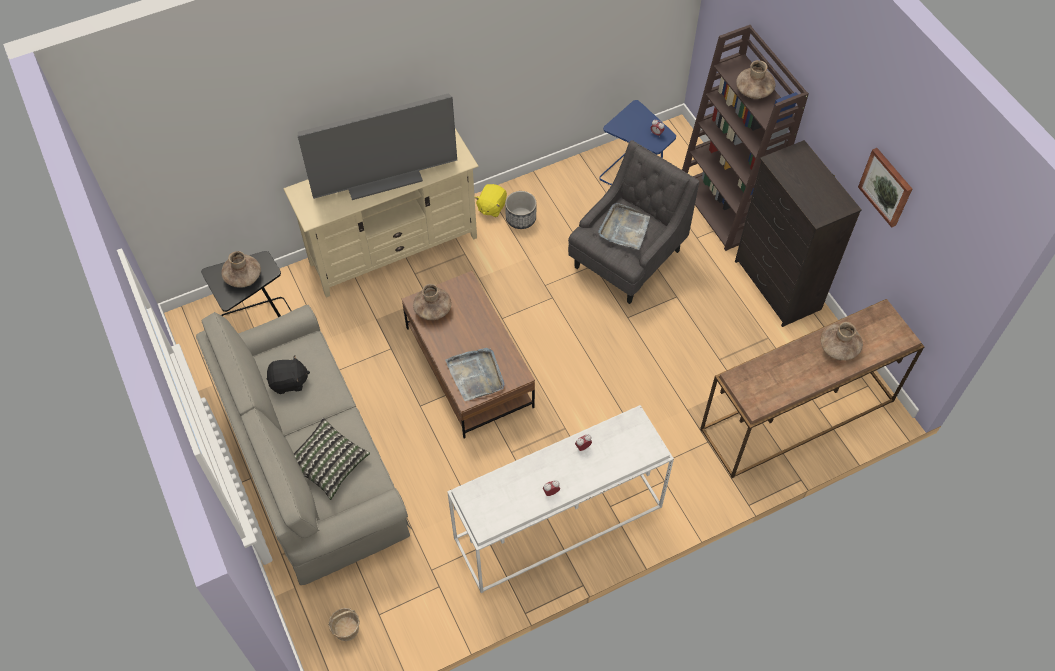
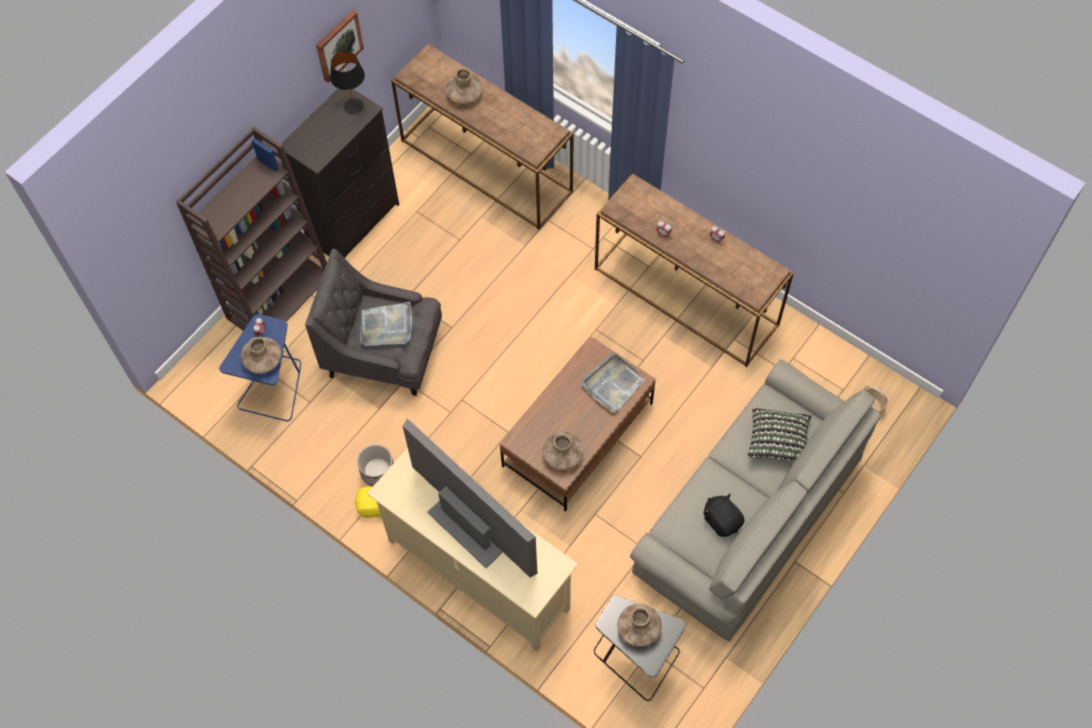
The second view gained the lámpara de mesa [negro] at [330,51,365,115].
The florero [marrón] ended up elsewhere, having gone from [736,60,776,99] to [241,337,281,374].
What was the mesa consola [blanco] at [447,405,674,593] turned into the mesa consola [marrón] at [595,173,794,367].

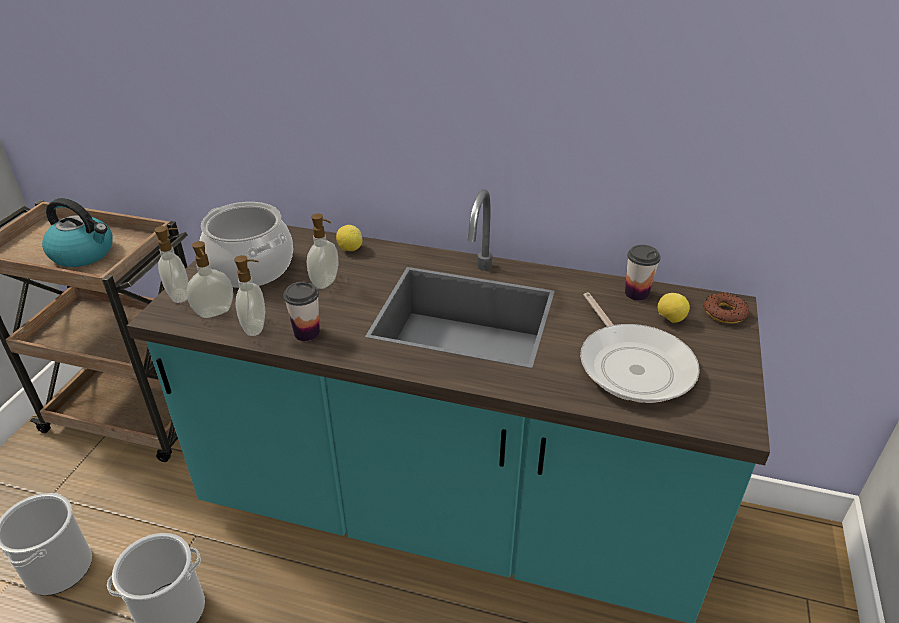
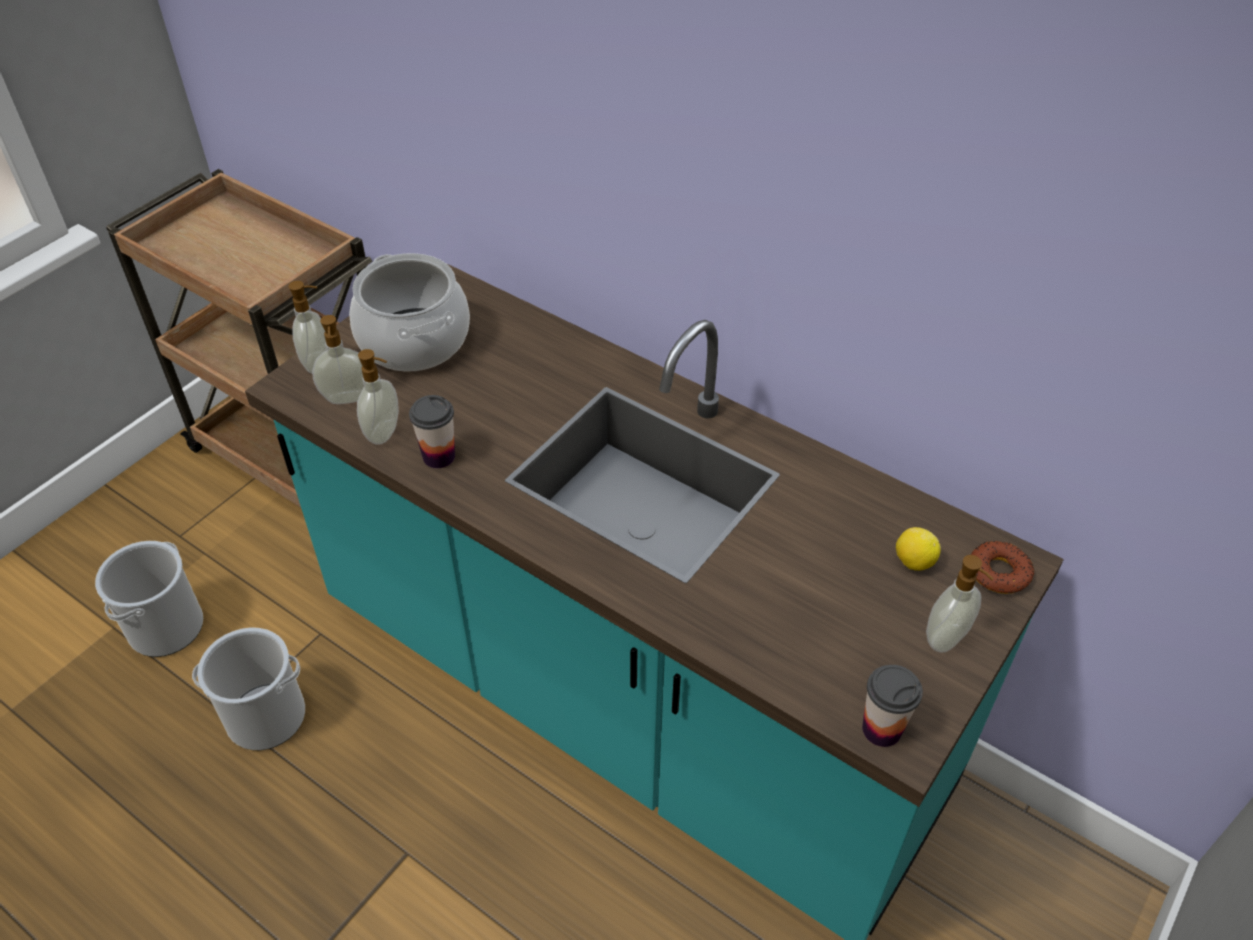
The second view lost the hervidor at [42,198,113,267].
The second view lost the limón at [336,225,362,251].
The second view lost the sartén at [580,293,700,403].
The dispensador de jabón ended up elsewhere, having gone from [307,213,338,289] to [926,555,994,653].
The taza ended up elsewhere, having gone from [625,245,661,301] to [862,665,923,747].

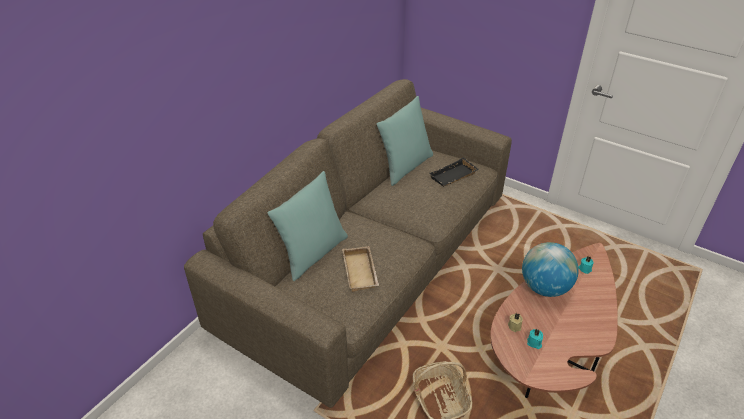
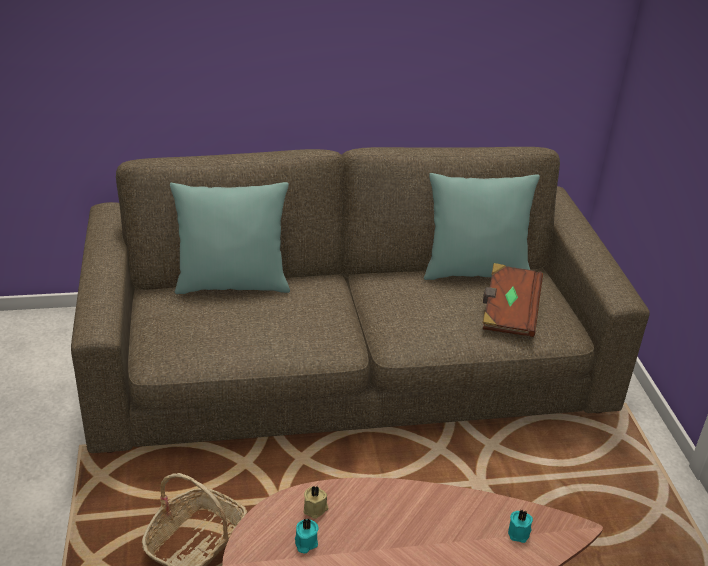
The second view lost the bandeja [beis] at [342,246,379,292].
The second view lost the globo terráqueo at [522,242,579,297].
Where the bandeja [negro] stood at [429,157,478,187], the libro [marrón] came to stand at [483,263,543,337].

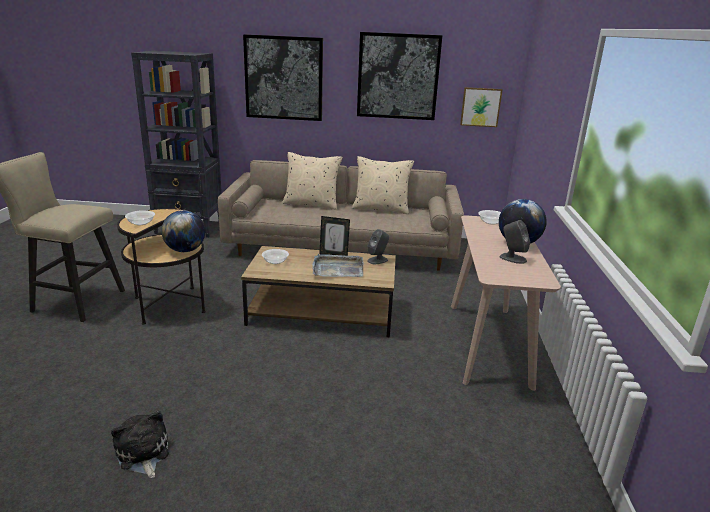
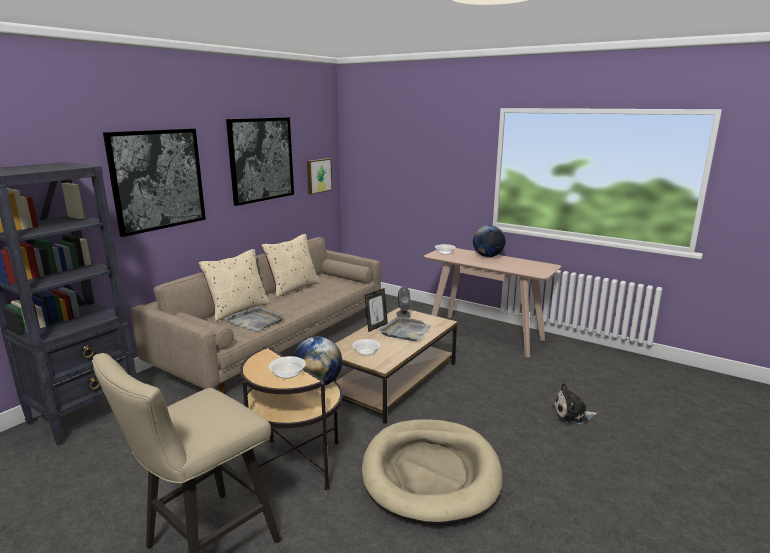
The second view lost the altavoz [gris] at [500,220,530,264].
The second view gained the bandeja [gris] at [225,306,284,331].
The second view gained the cama para perro [beis] at [362,419,503,525].
The peluche ended up elsewhere, having gone from [111,411,169,478] to [553,383,598,424].

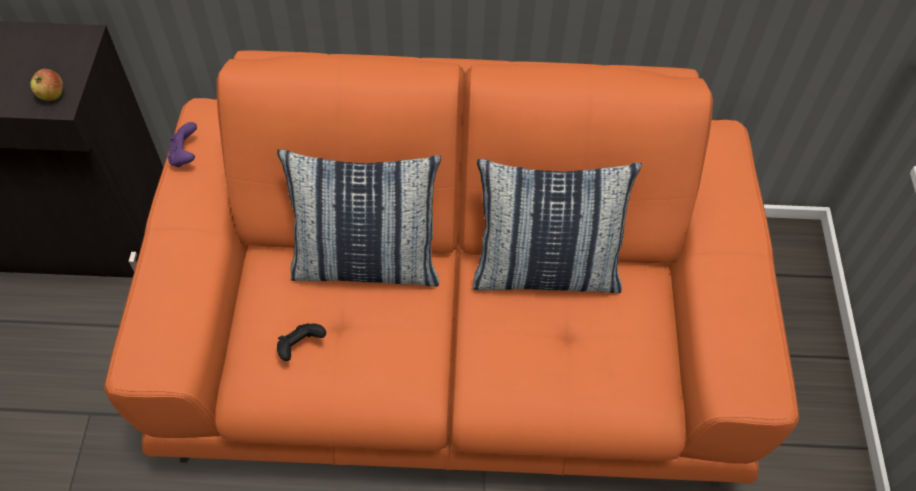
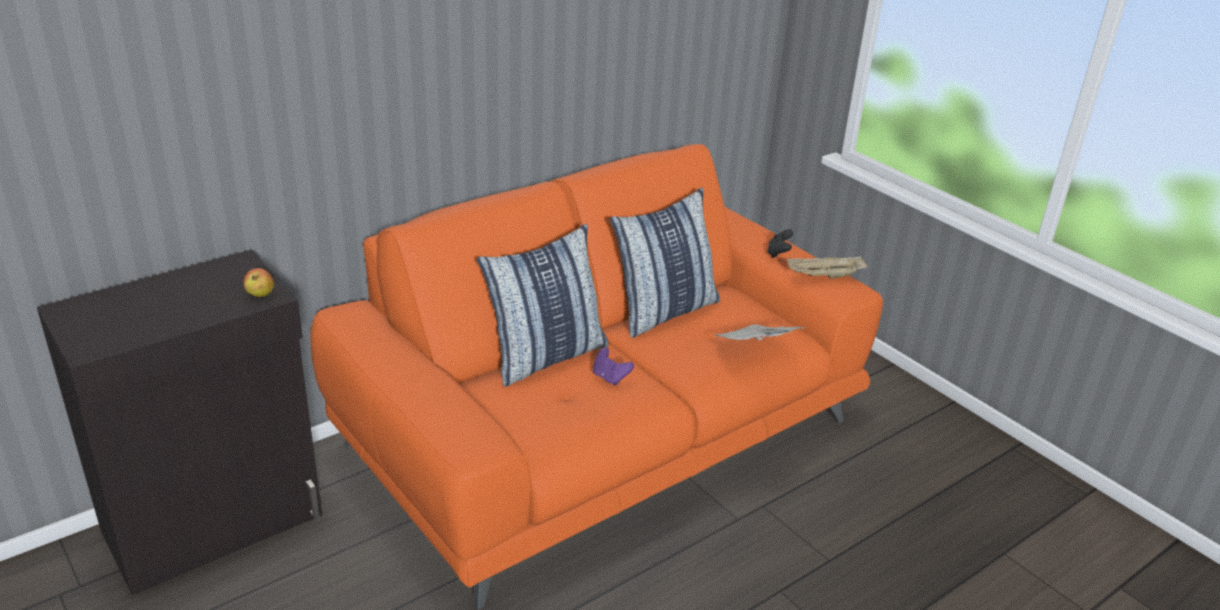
The second view gained the periódico at [715,324,804,341].
The second view gained the bandeja [beis] at [786,255,868,279].
The mando de consola [morado] ended up elsewhere, having gone from [168,122,197,167] to [593,347,634,386].
The mando de consola [negro] ended up elsewhere, having gone from [277,323,326,361] to [767,229,794,258].

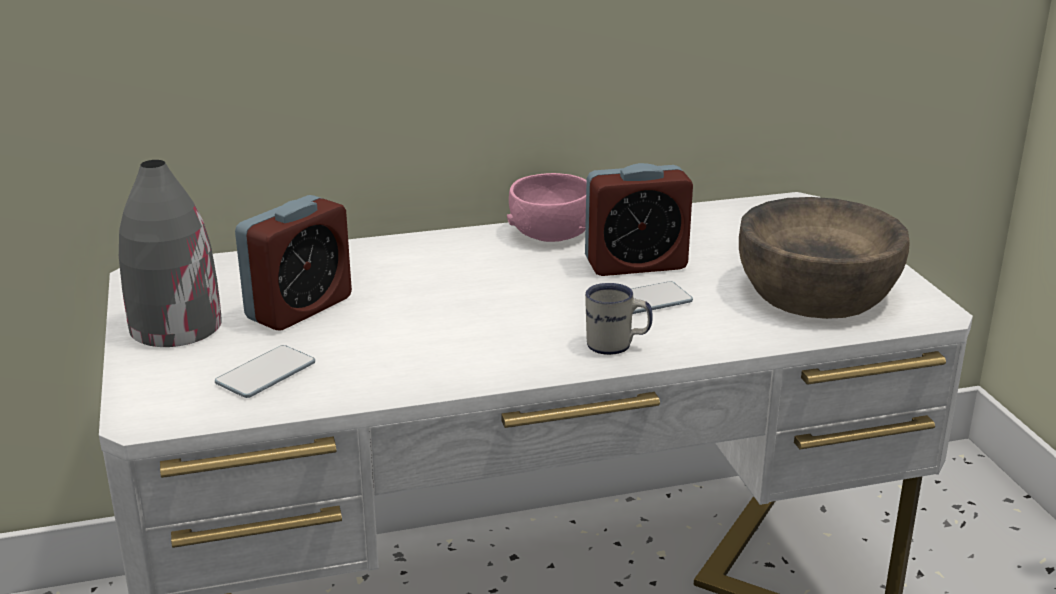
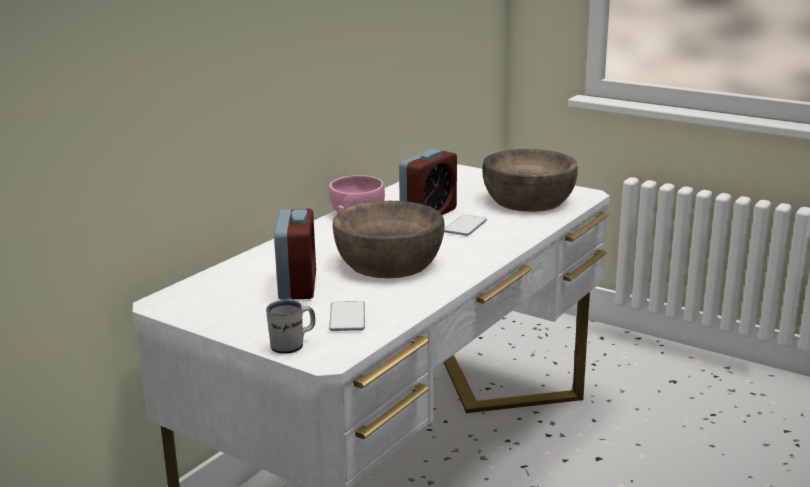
The second view lost the florero [gris] at [119,160,222,347].
The second view gained the cuenco [marrón] at [333,201,445,278].
The taza grande [blanco] ended up elsewhere, having gone from [585,283,653,355] to [266,300,315,354].

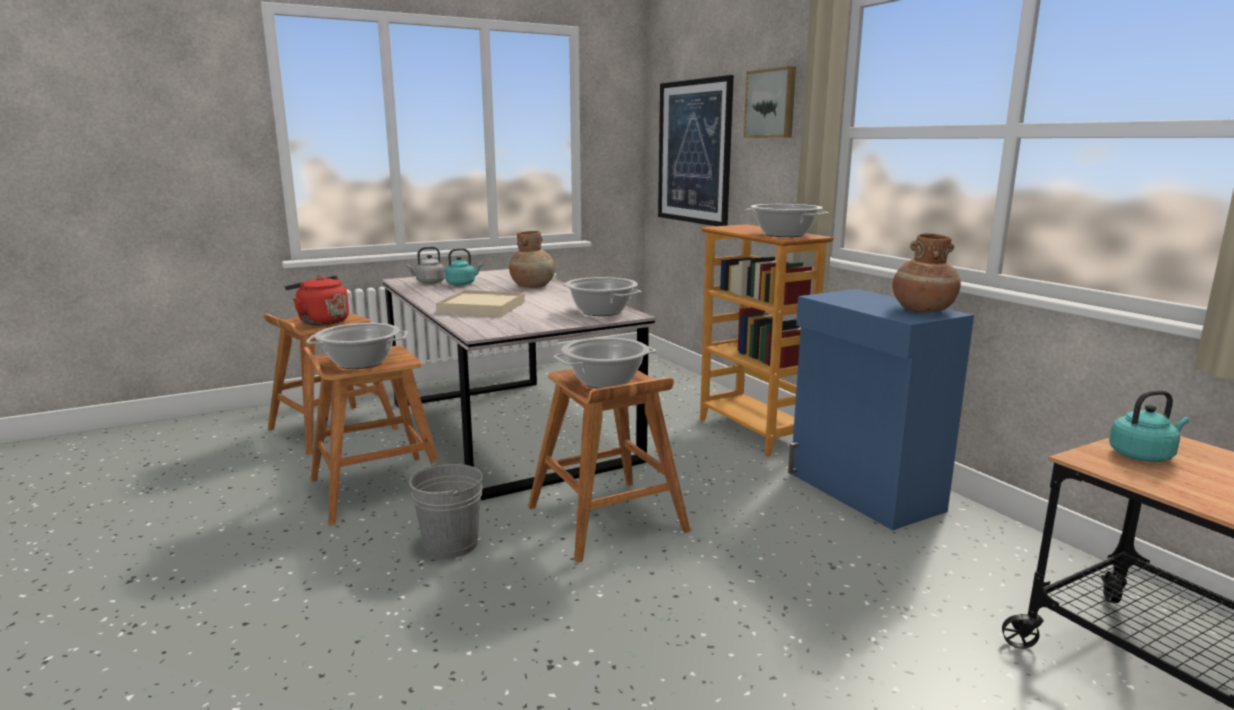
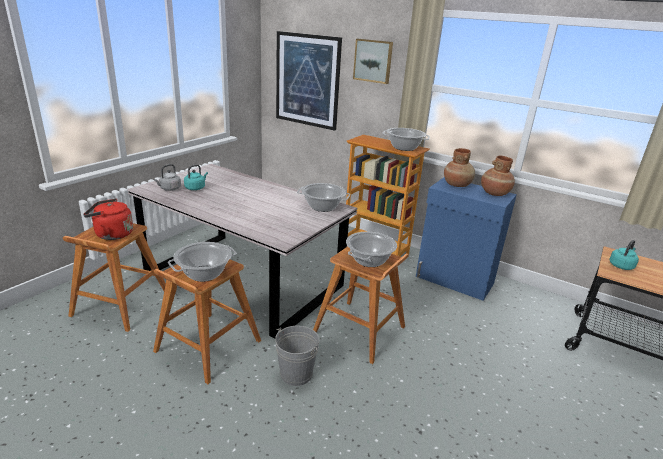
The second view lost the bandeja [beis] at [436,290,525,317].
The florero [marrón] ended up elsewhere, having gone from [509,231,555,288] to [444,148,475,187].

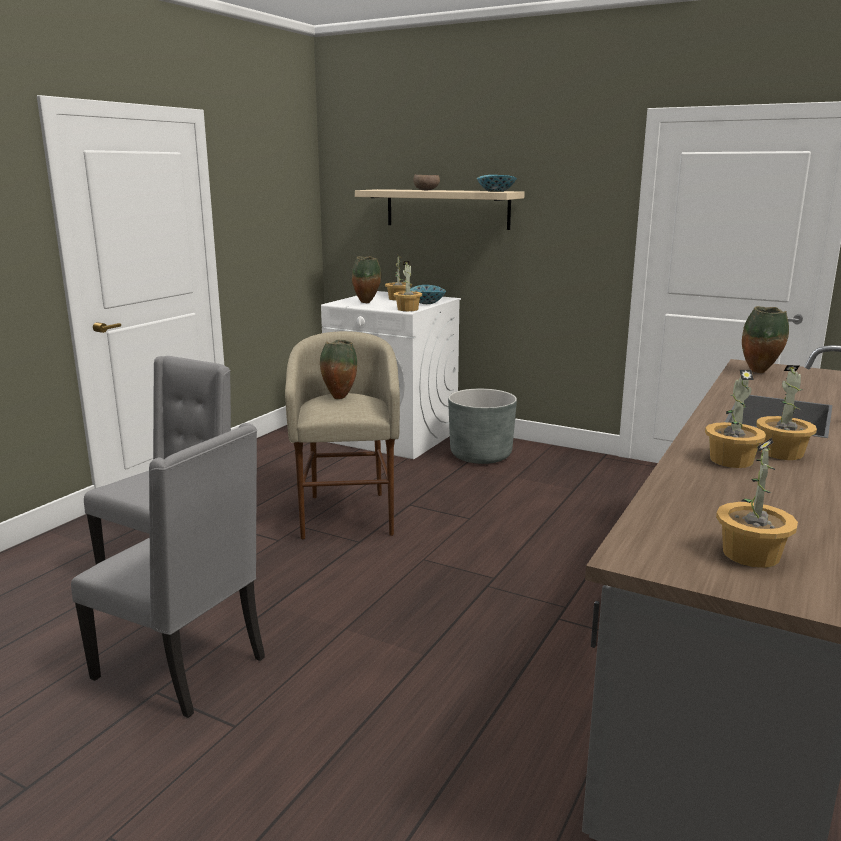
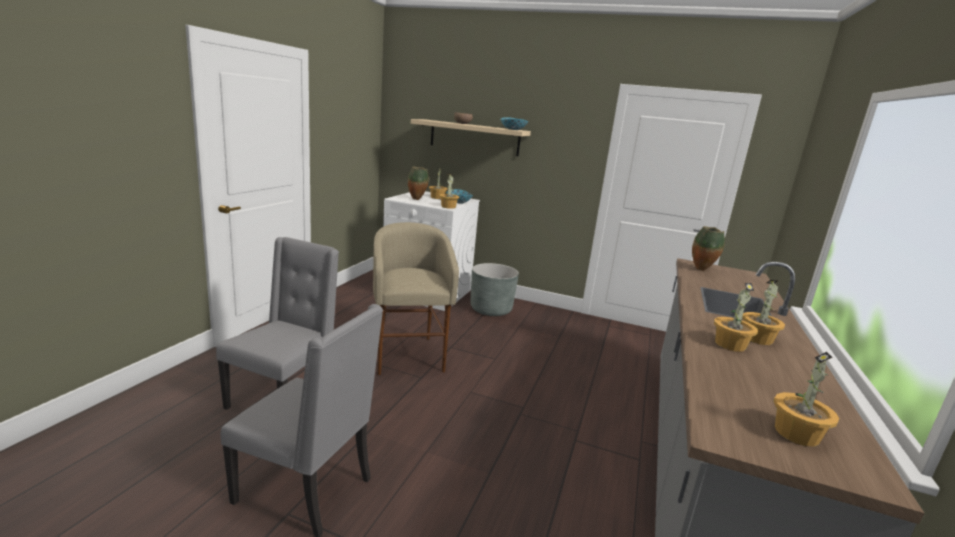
The second view lost the florero at [320,340,357,399].

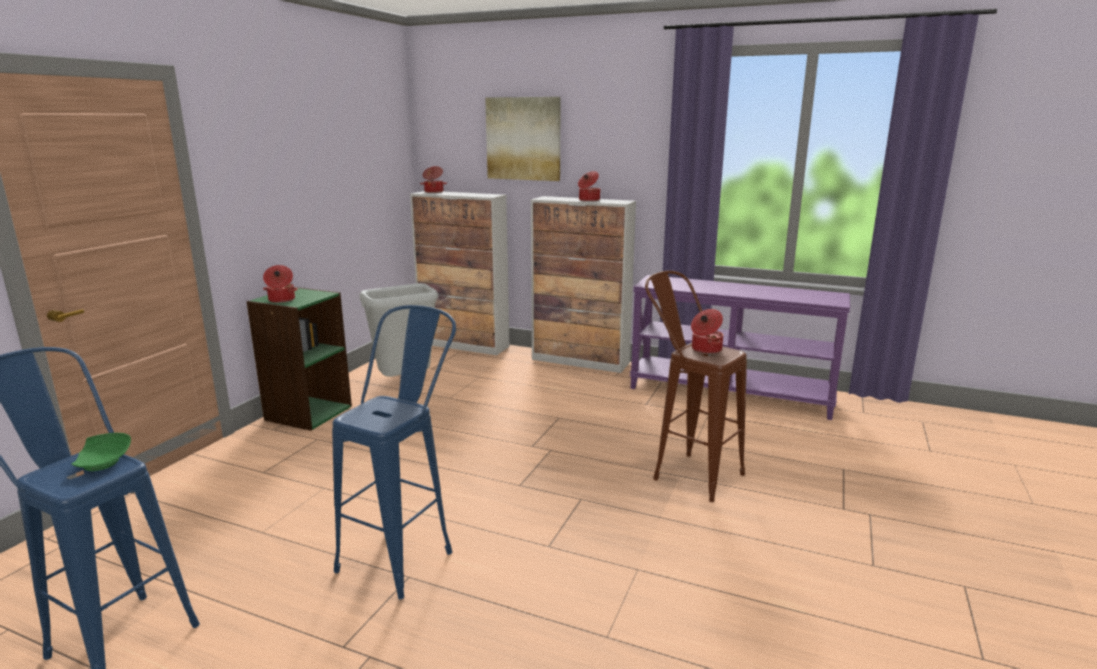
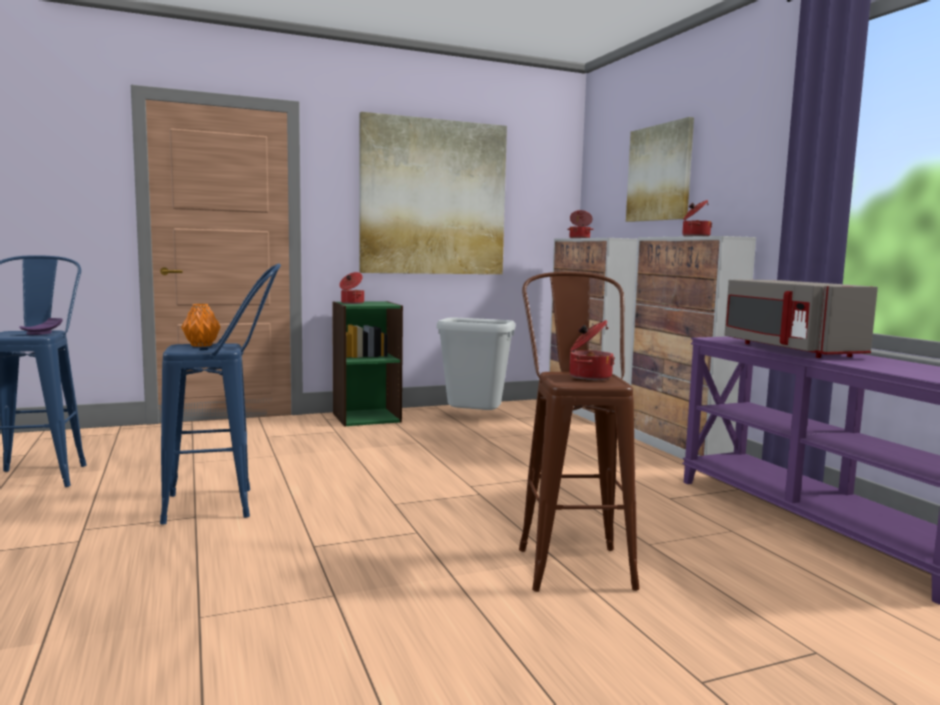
The second view gained the florero [naranja] at [181,304,221,347].
The second view gained the cuadro at [359,112,507,274].
The second view gained the microondas [gris] at [725,280,878,358].
What was the plato [verde] at [72,433,131,471] turned into the plato [morado] at [19,318,63,335].

